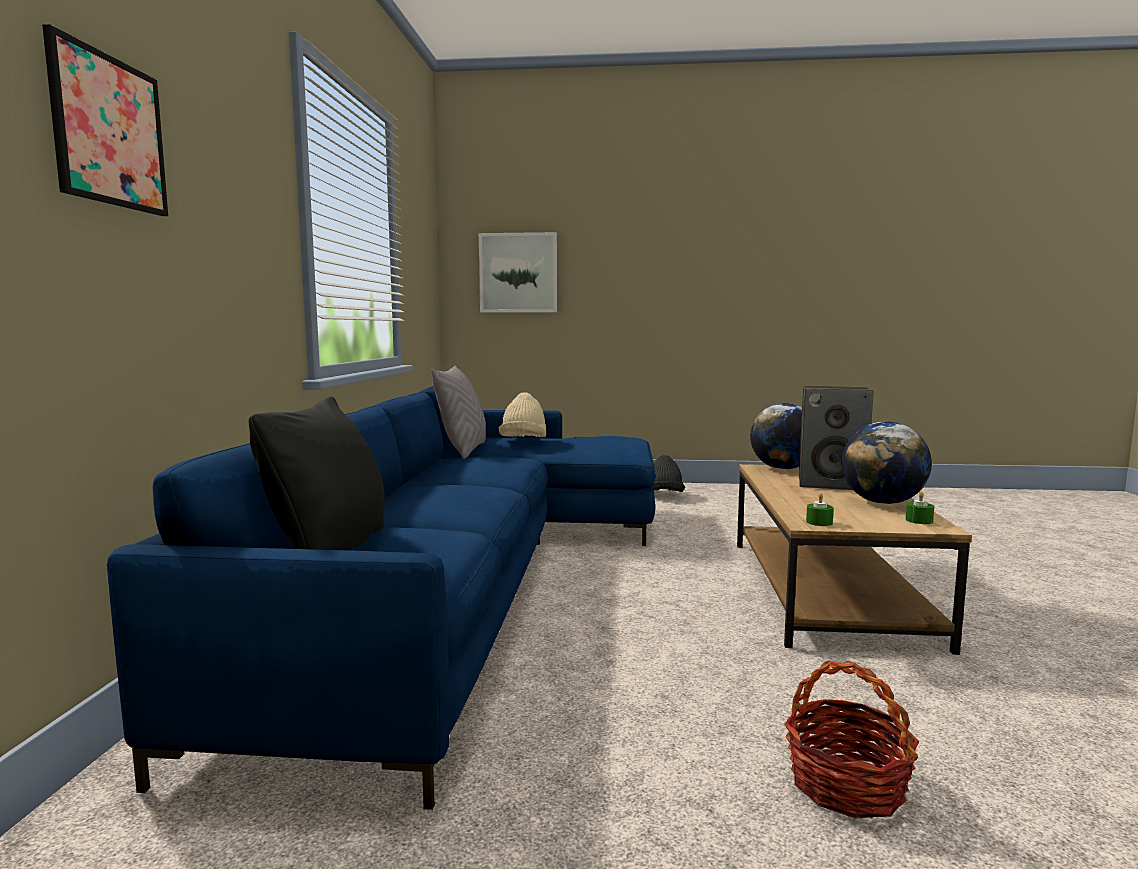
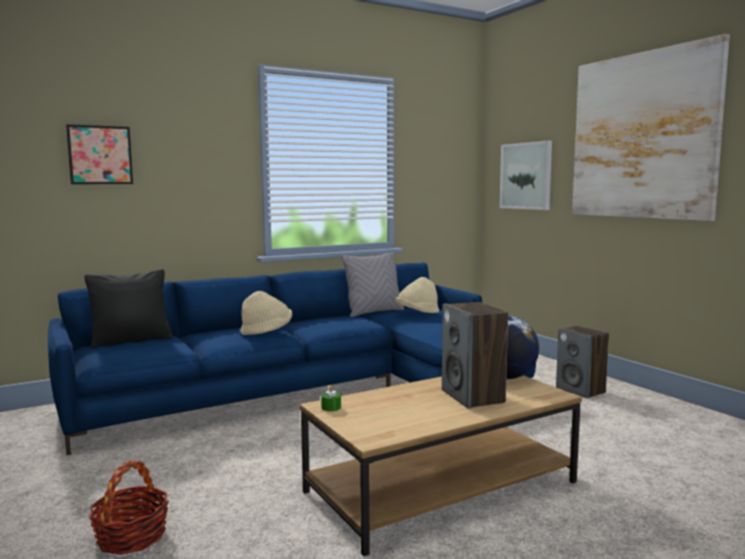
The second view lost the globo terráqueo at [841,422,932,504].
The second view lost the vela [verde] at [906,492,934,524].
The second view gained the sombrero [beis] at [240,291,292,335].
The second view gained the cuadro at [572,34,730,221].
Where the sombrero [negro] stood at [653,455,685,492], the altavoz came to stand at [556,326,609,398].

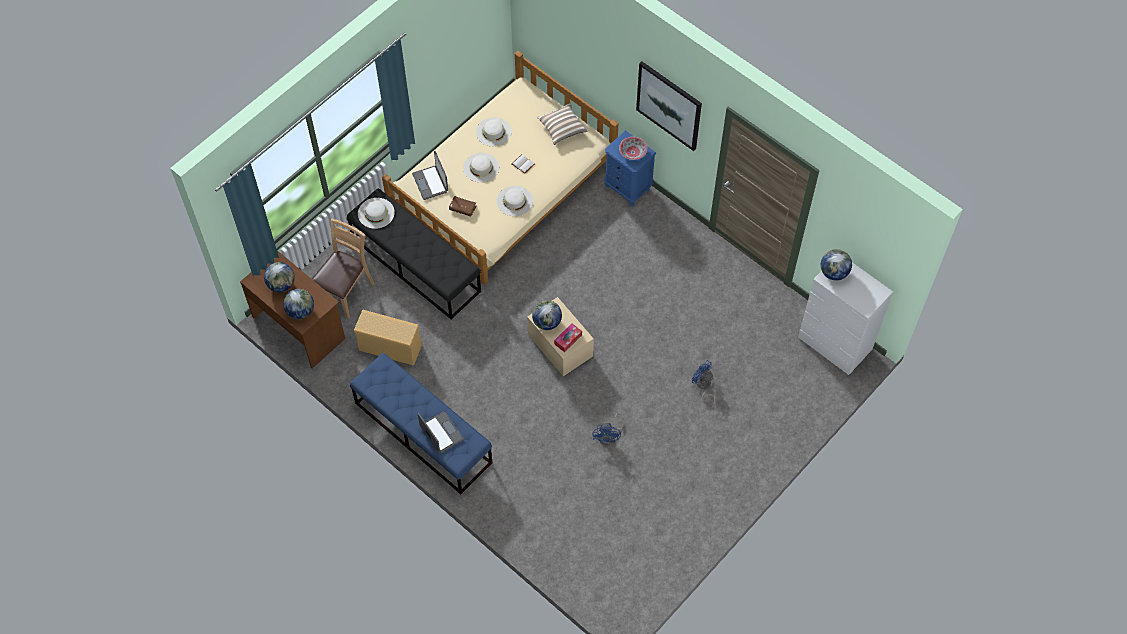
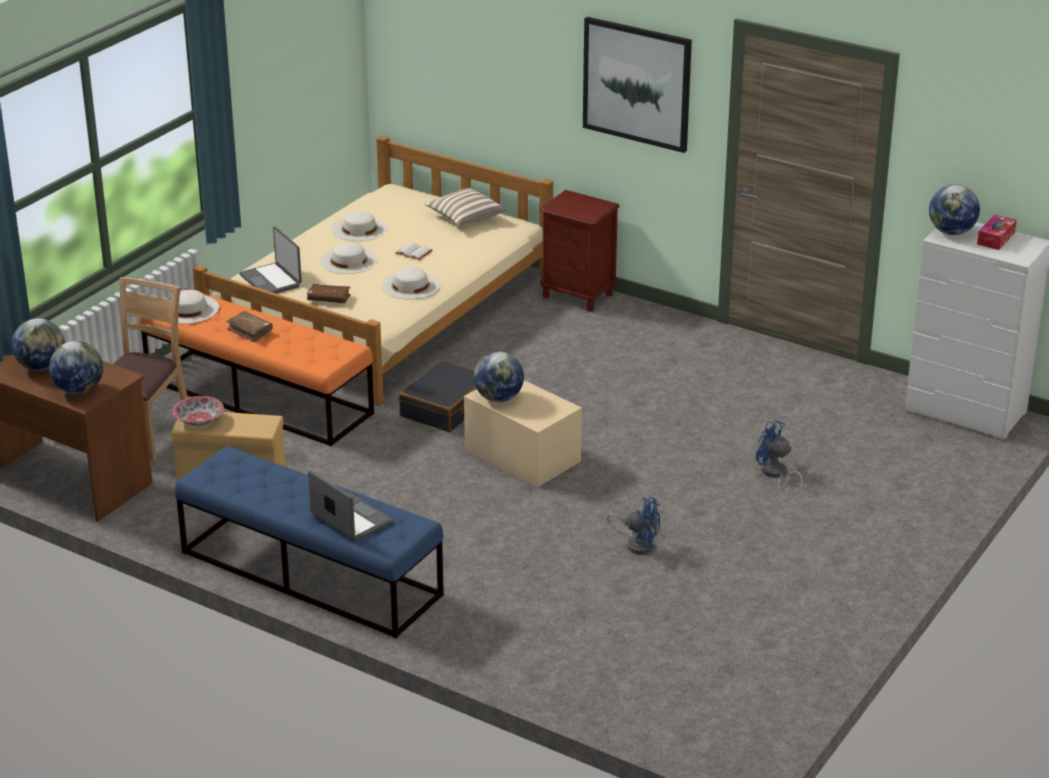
The second view gained the libro [marrón] at [226,311,273,342].
The second view gained the maleta [negro] at [399,360,477,432].
The caja de pañuelos ended up elsewhere, having gone from [554,323,582,352] to [977,215,1017,250].
The cuenco ended up elsewhere, having gone from [619,137,647,160] to [173,396,224,426].
What was the banco [negro] at [347,189,481,319] turned into the banco [naranja] at [140,288,374,446].
What was the mesita de noche [azul] at [604,131,656,206] turned into the mesita de noche [marrón] at [540,190,620,312].
The ventilador [azul] at [592,413,623,445] ended up facing another way, 60 degrees counterclockwise from before.

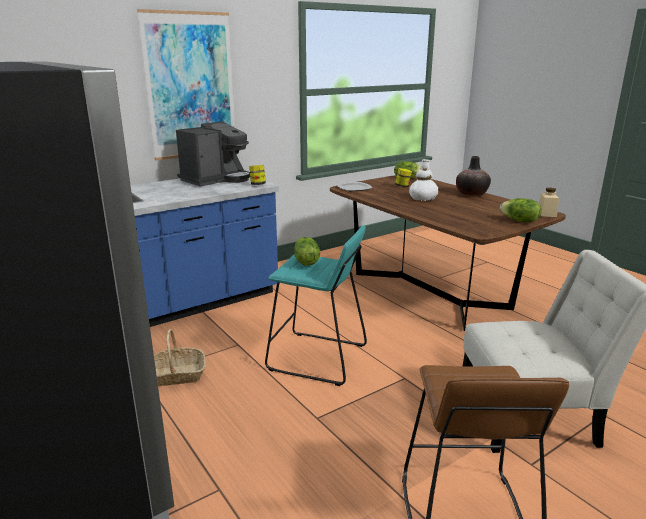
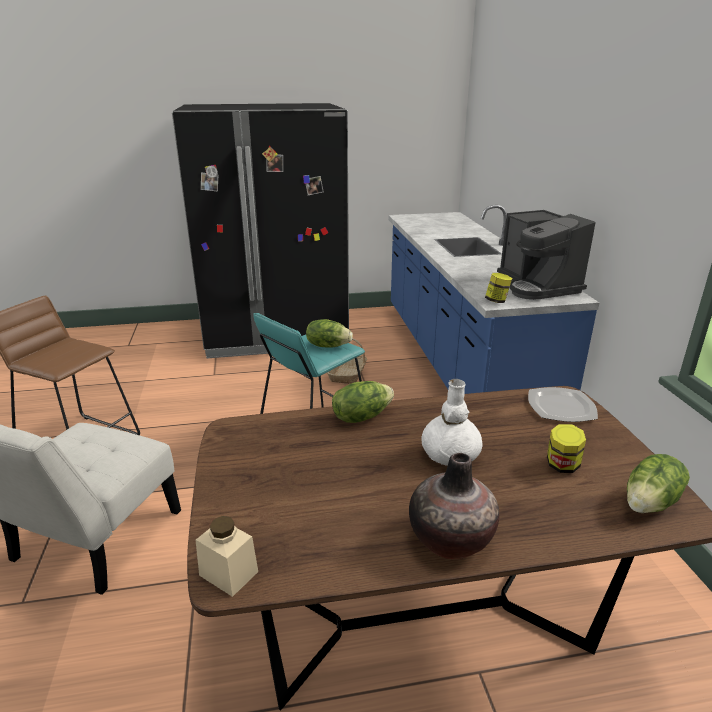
The second view lost the cuadro at [137,9,235,160].
The lechuga ended up elsewhere, having gone from [500,198,541,222] to [332,381,394,423].

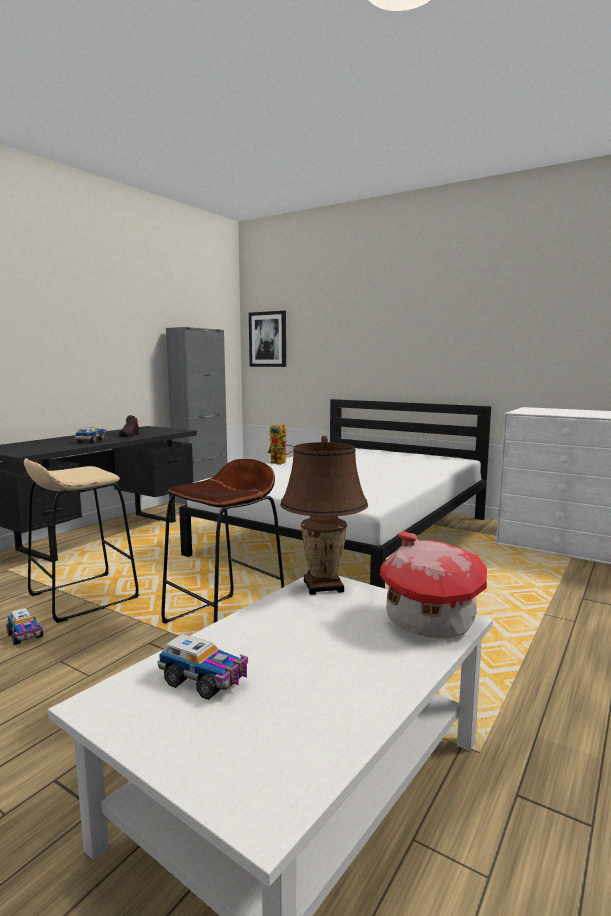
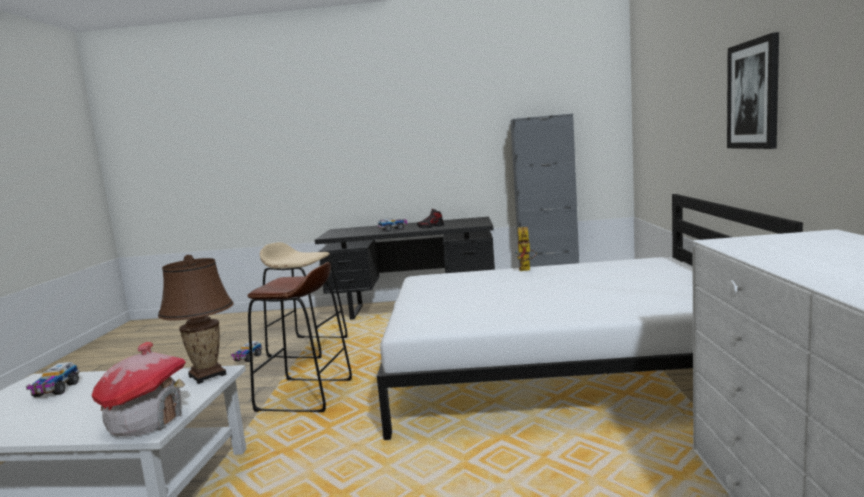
The cuadro ended up elsewhere, having gone from [249,311,286,367] to [727,32,779,149].

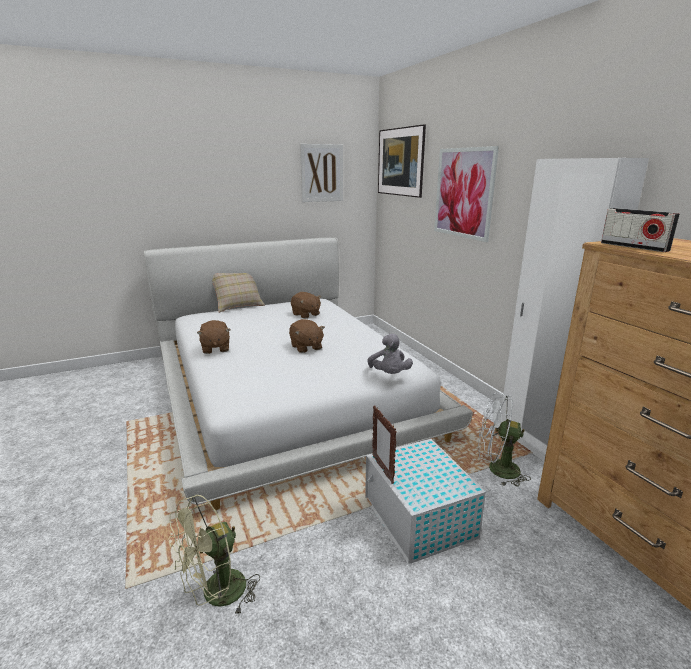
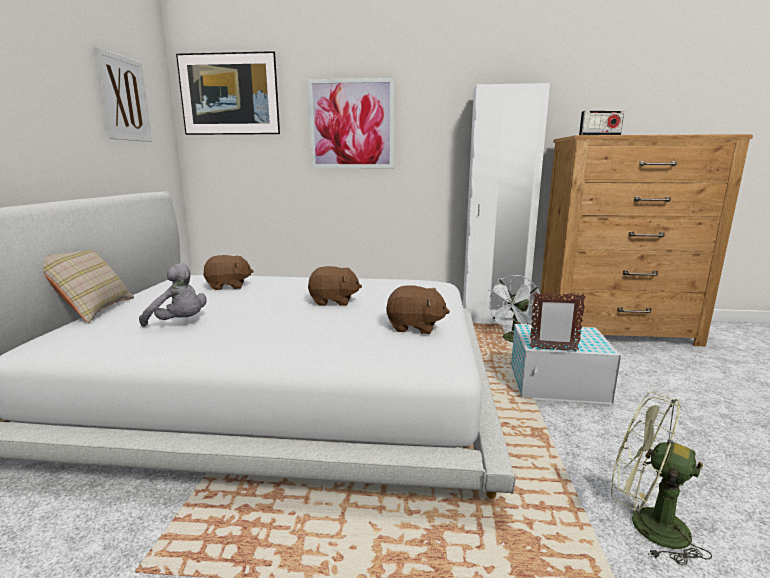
The peluche [marrón] ended up elsewhere, having gone from [197,320,230,354] to [386,285,450,334].
The peluche [gris] ended up elsewhere, having gone from [367,334,413,374] to [139,263,207,327].
The ventilador [verde] at [168,495,260,615] ended up facing another way, 135 degrees clockwise from before.

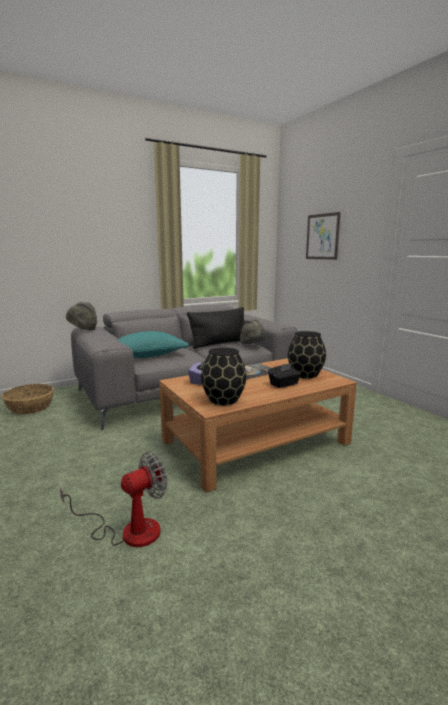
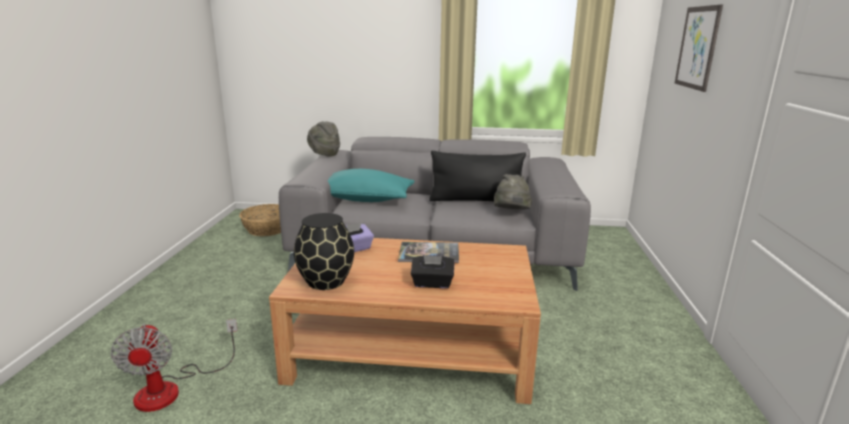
The second view lost the florero [negro] at [288,331,326,379].
The ventilador at [60,452,167,547] ended up facing another way, 75 degrees clockwise from before.

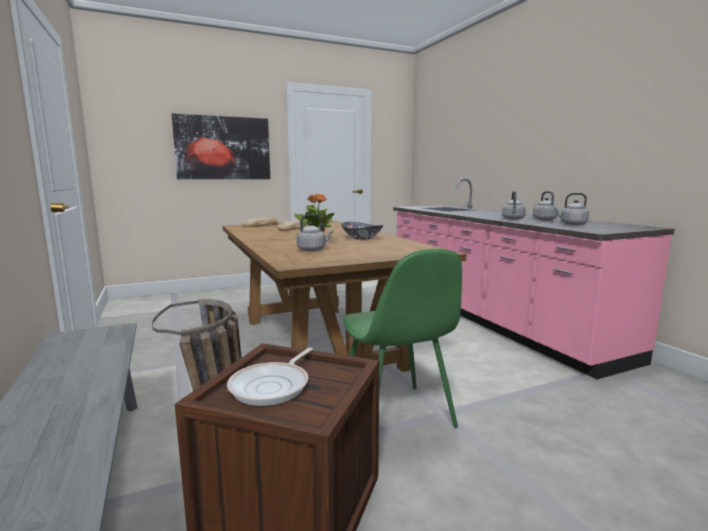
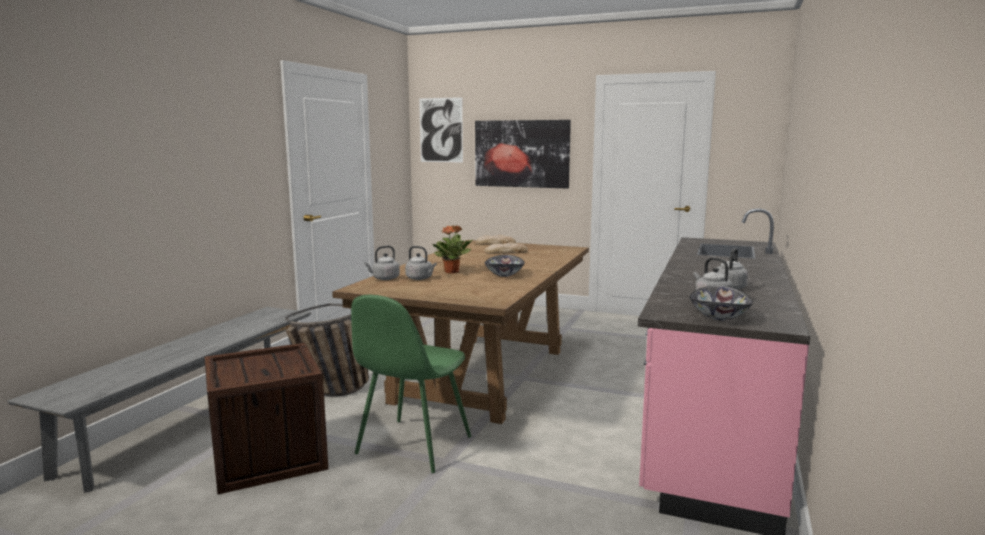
The second view lost the sartén at [227,348,313,406].
The second view gained the cuadro at [419,97,463,163].
The second view gained the cuenco at [690,286,753,321].
The hervidor [gris] ended up elsewhere, having gone from [502,191,526,219] to [364,246,400,280].

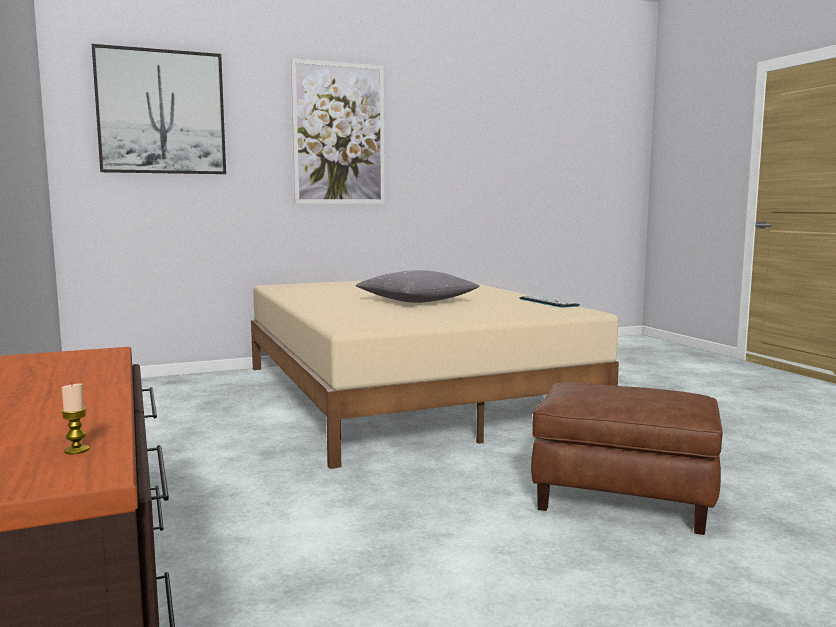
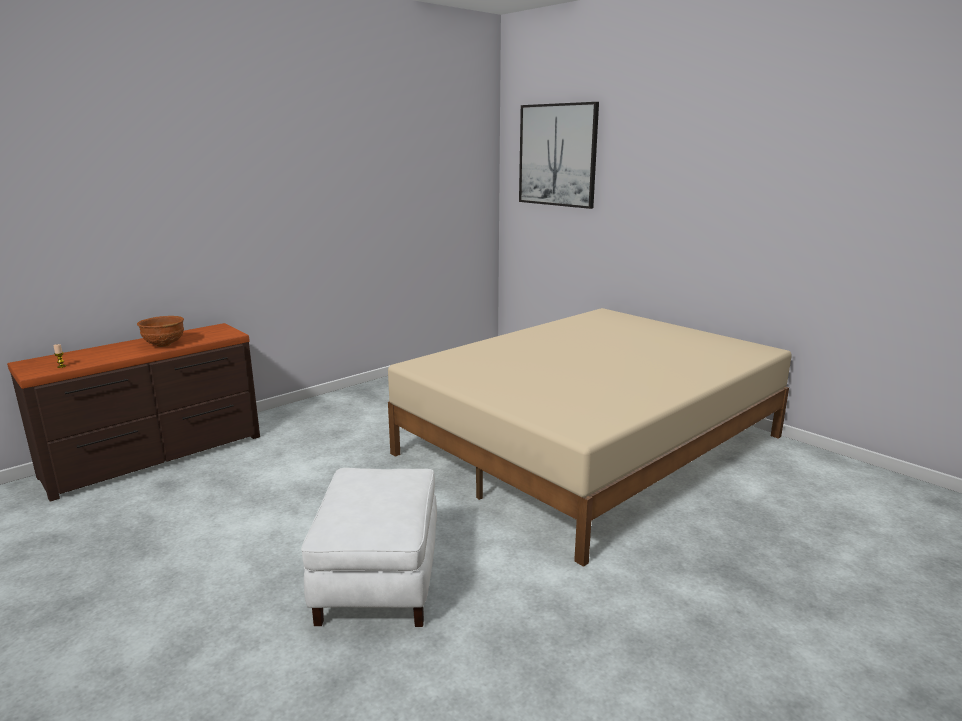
The second view lost the cuadro at [291,58,385,203].
The second view lost the cojín [gris] at [356,270,480,303].
The second view lost the teclado at [519,295,580,308].
The second view gained the cuenco [marrón] at [137,316,184,347].
What was the puf [marrón] at [531,382,723,535] turned into the puf [blanco] at [301,468,437,627].

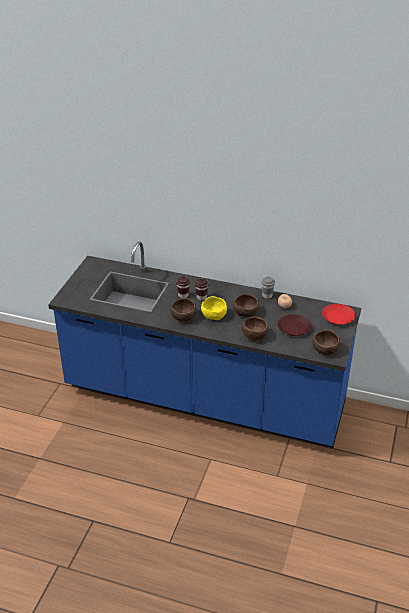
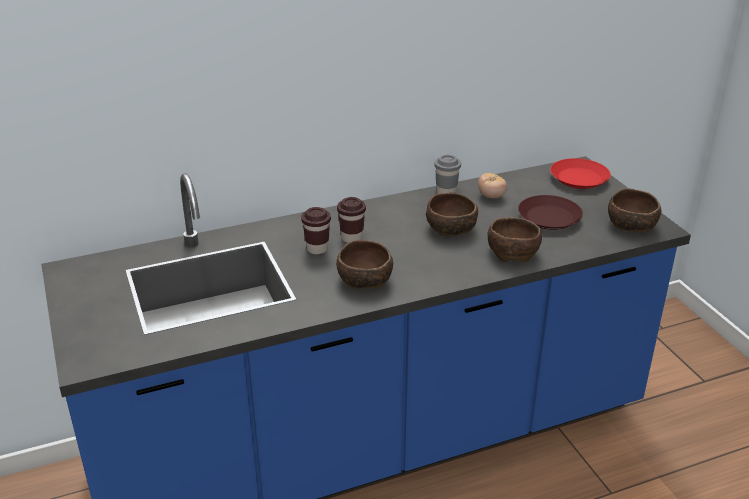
The second view lost the cuenco [amarillo] at [201,296,227,320].

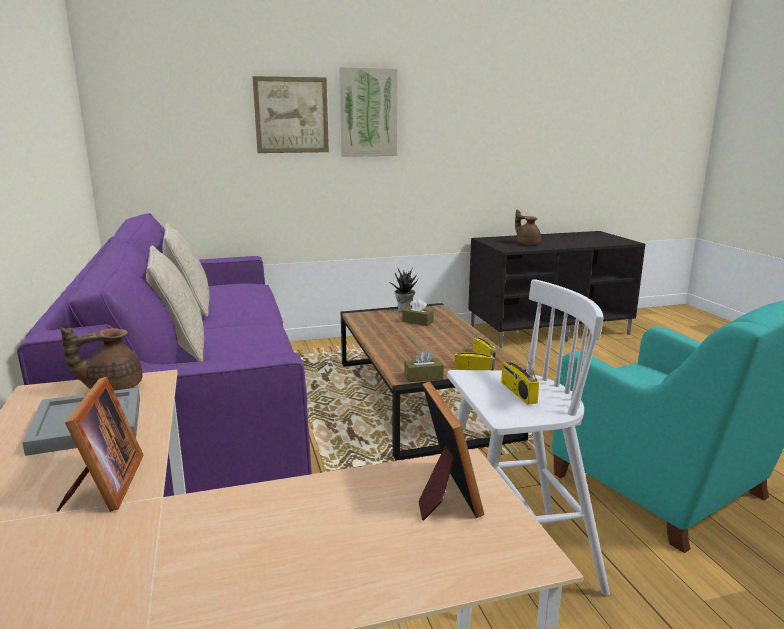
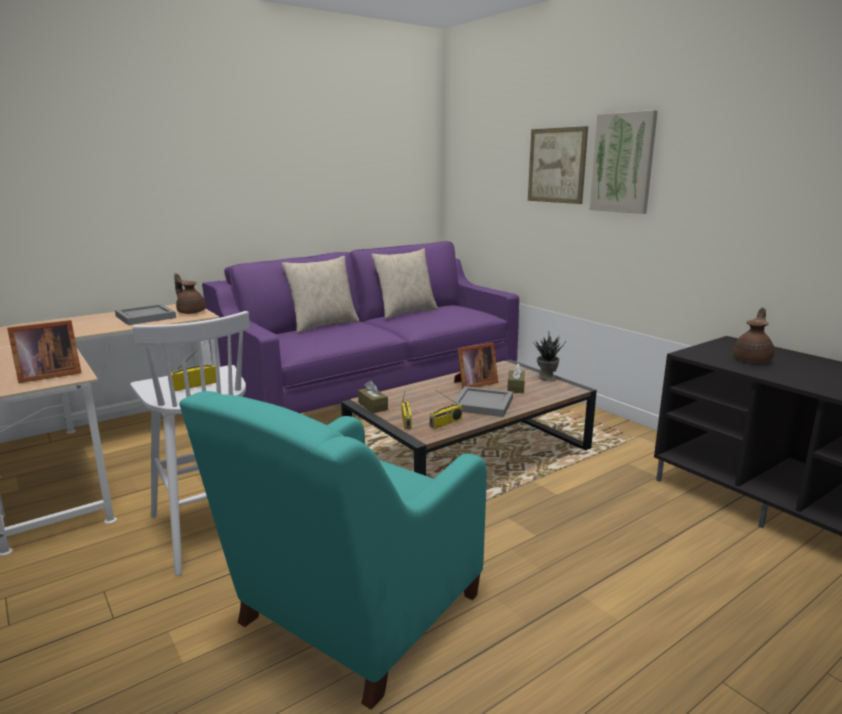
The second view gained the bandeja [gris] at [452,386,513,417].
The portarretratos ended up elsewhere, having gone from [57,376,144,512] to [454,343,498,389].

